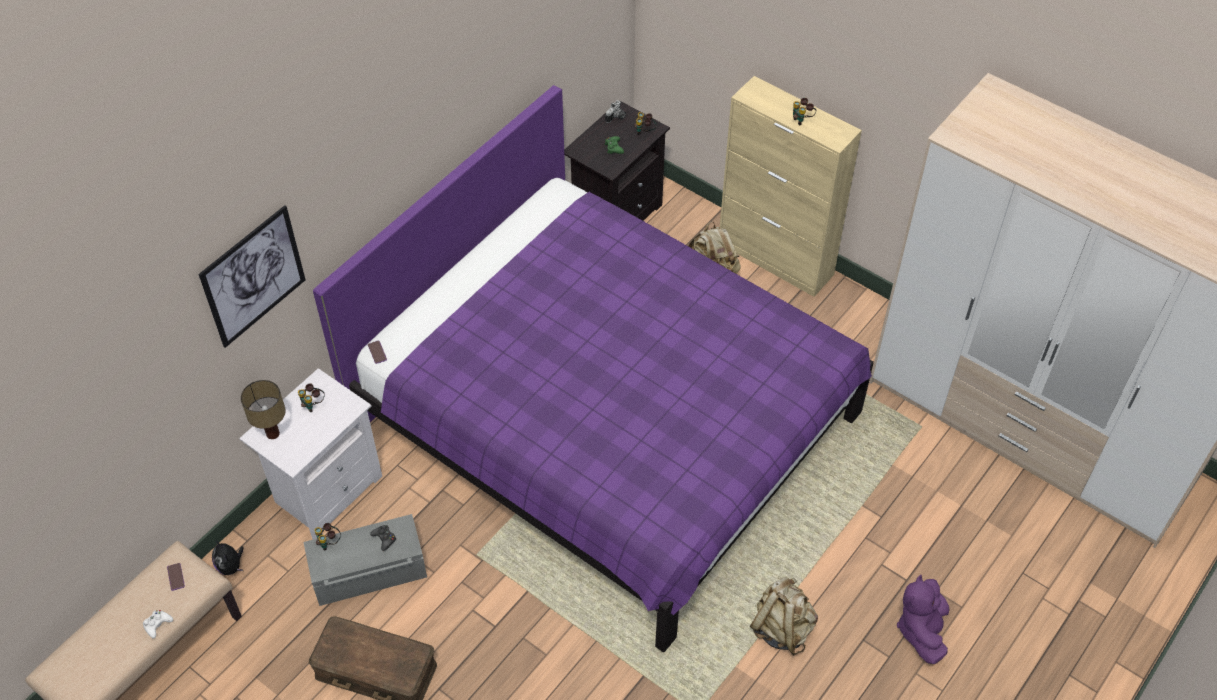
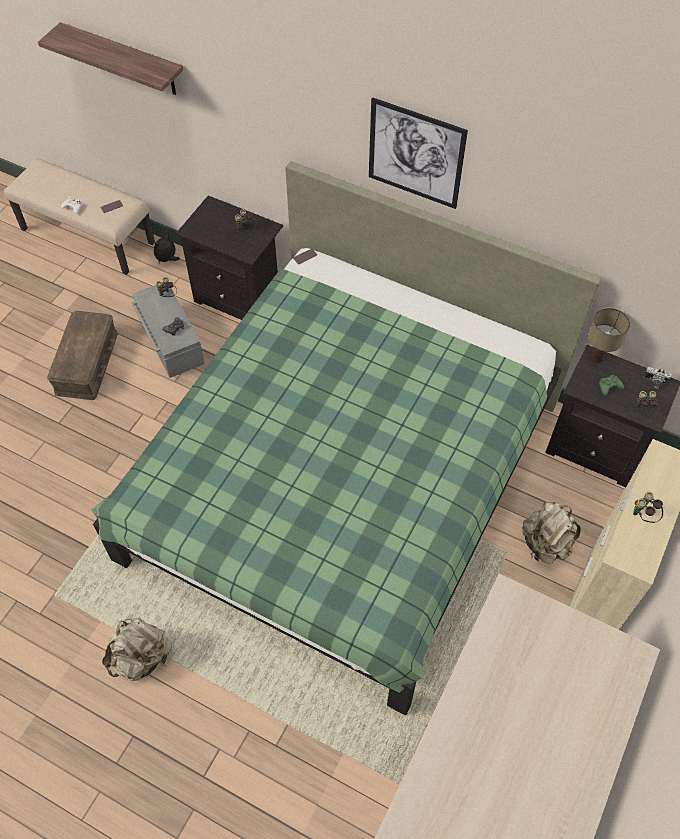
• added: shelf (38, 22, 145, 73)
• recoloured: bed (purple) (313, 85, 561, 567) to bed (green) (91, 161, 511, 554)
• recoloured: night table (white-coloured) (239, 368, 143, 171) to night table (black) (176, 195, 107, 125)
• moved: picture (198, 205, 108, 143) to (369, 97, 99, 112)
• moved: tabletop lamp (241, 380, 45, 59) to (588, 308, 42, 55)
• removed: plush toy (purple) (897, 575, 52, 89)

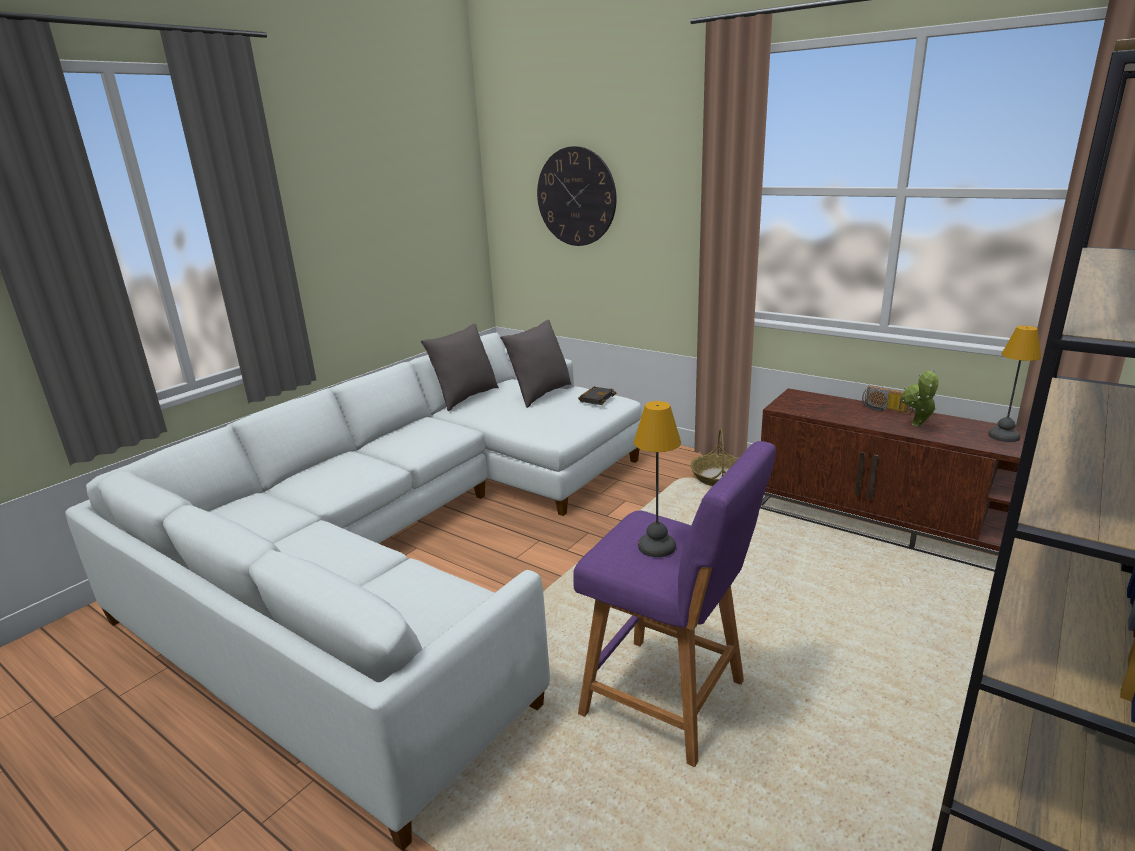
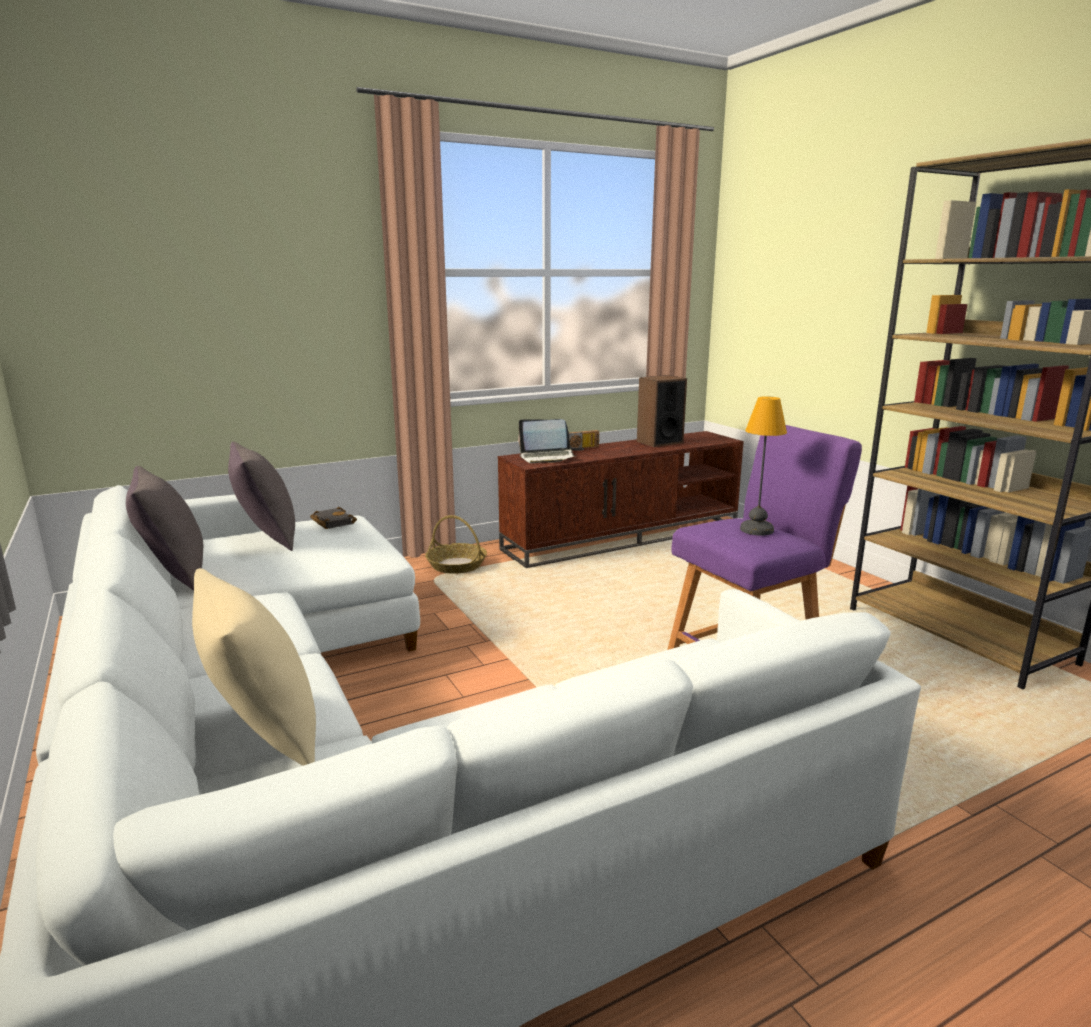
• added: throw pillow (beige-coloured) (192, 568, 124, 198)
• added: portable computer (518, 419, 58, 44)
• replaced: tabletop lamp (988, 326, 53, 116) to speaker (637, 375, 50, 72)
• removed: wall clock (537, 146, 79, 100)
• removed: potted plant (901, 370, 39, 57)

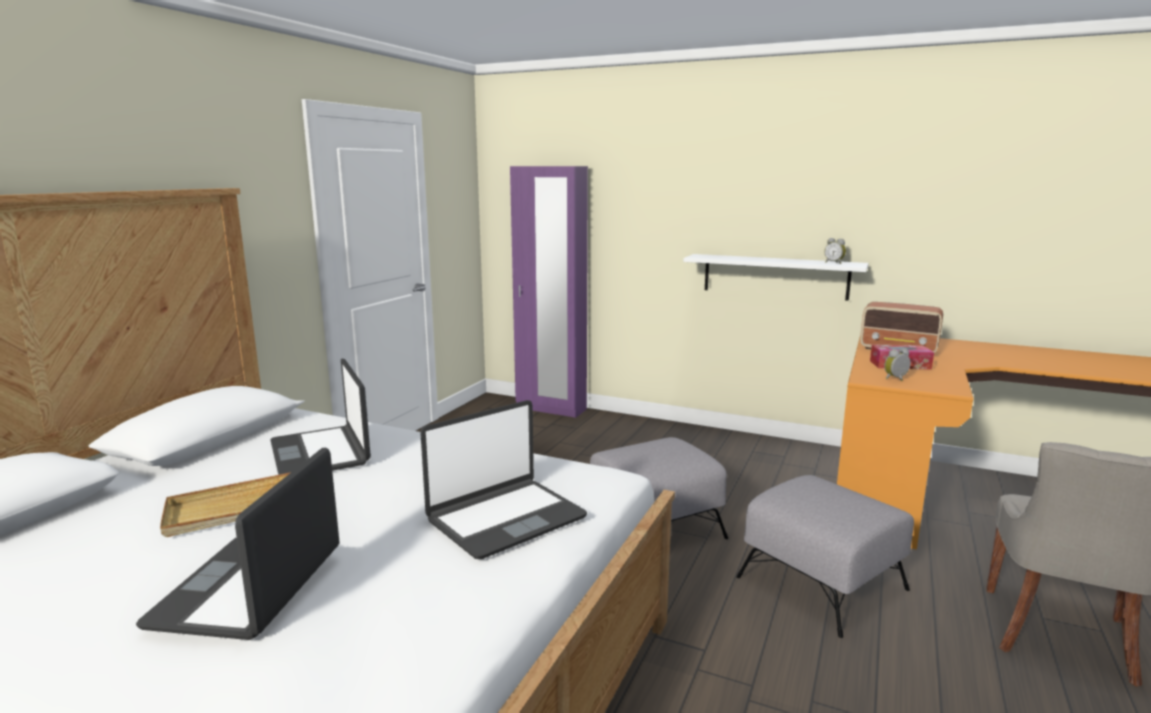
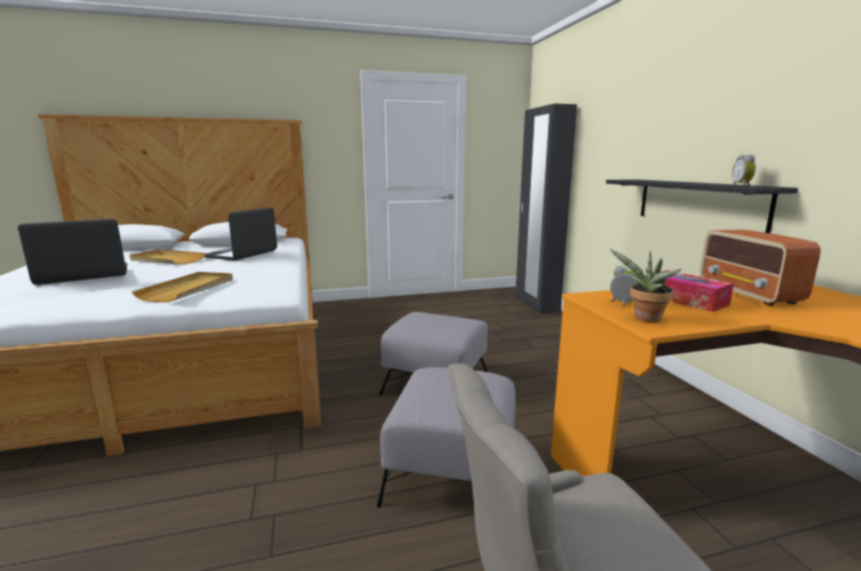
• replaced: portable computer (420, 400, 167, 159) to serving tray (beige-coloured) (132, 272, 101, 30)
• recoloured: wardrobe (purple) (510, 166, 78, 252) to wardrobe (black) (516, 104, 61, 210)
• recoloured: shelf (white-coloured) (683, 254, 186, 47) to shelf (black) (606, 179, 192, 54)
• added: potted plant (610, 249, 72, 73)

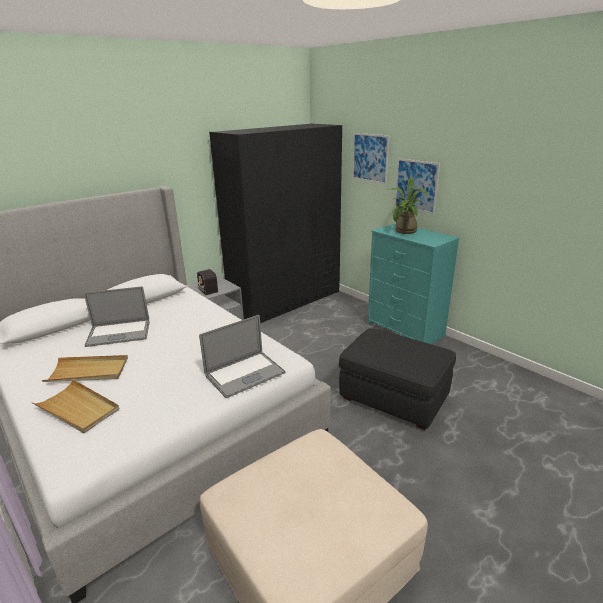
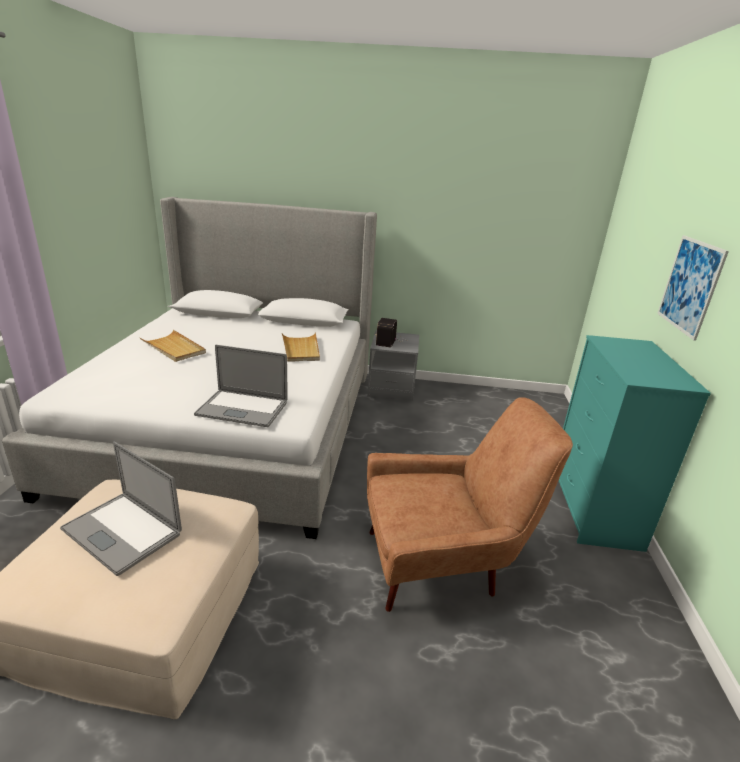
• moved: portable computer (84, 286, 66, 61) to (60, 442, 122, 134)
• moved: serving tray (beige-coloured) (31, 379, 89, 54) to (282, 332, 38, 30)
• replaced: pouffe (black) (339, 328, 117, 102) to easy chair (brown-coloured) (367, 397, 206, 215)
• removed: wardrobe (black) (209, 124, 133, 199)
• removed: picture (352, 133, 38, 51)
• removed: potted plant (388, 178, 41, 56)

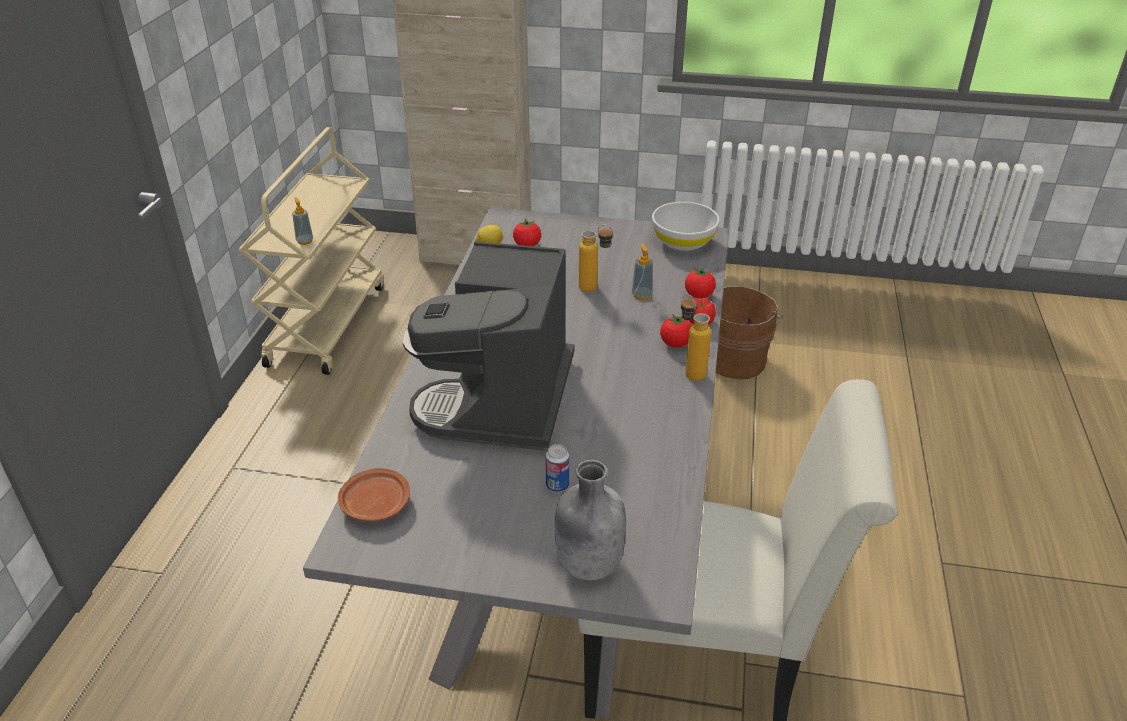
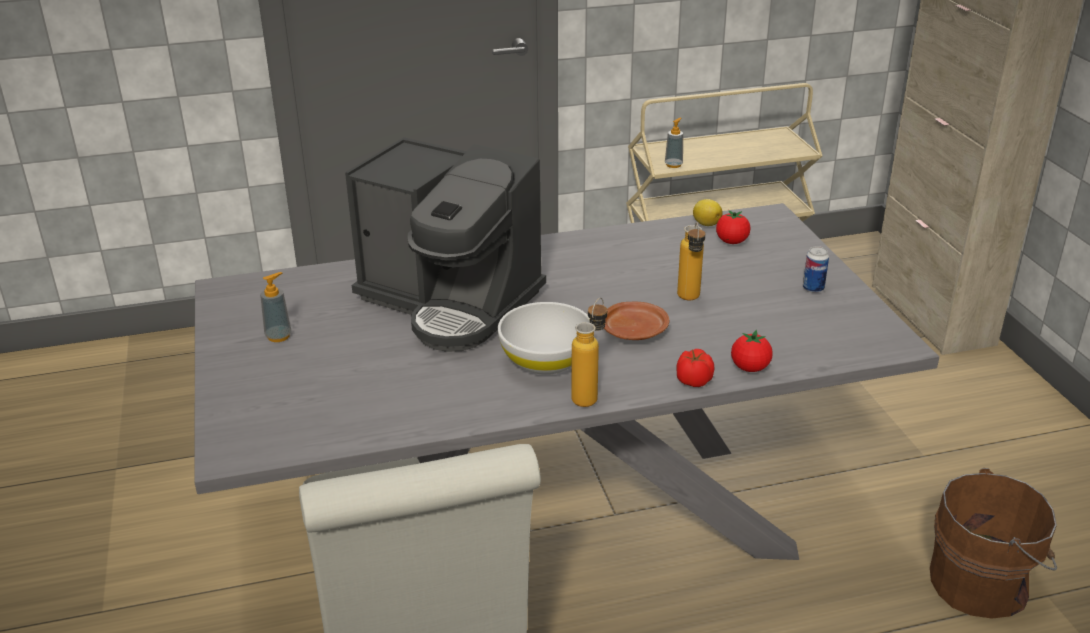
• moved: liquid soap bottle (632, 243, 21, 57) to (260, 272, 32, 70)
• turned: coffee machine (403, 241, 171, 210) = (345, 137, 201, 215) 135 degrees counterclockwise
• moved: bowl (white-coloured) (652, 202, 68, 49) to (498, 302, 92, 73)
• moved: flat dish (brown-coloured) (338, 468, 72, 53) to (604, 301, 65, 39)
• moved: metal can (545, 444, 24, 48) to (803, 246, 26, 47)
• removed: drink bottle (greyish) (555, 460, 71, 120)
• removed: whole tomato (660, 314, 32, 34)

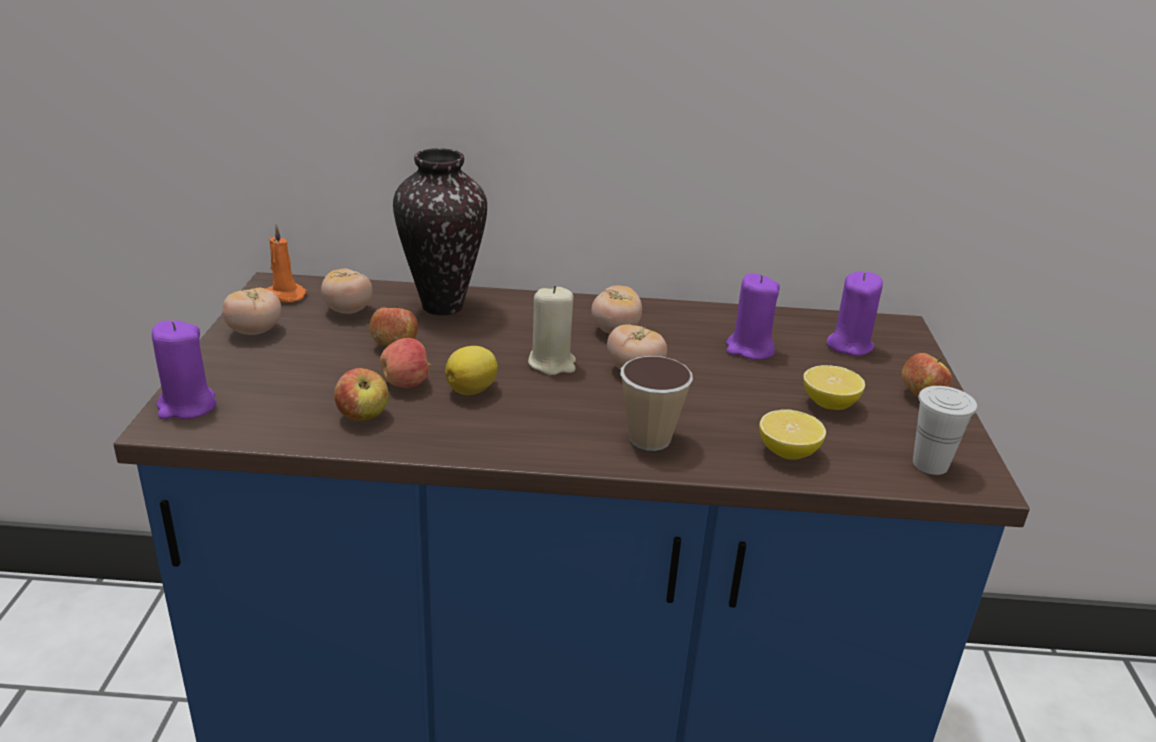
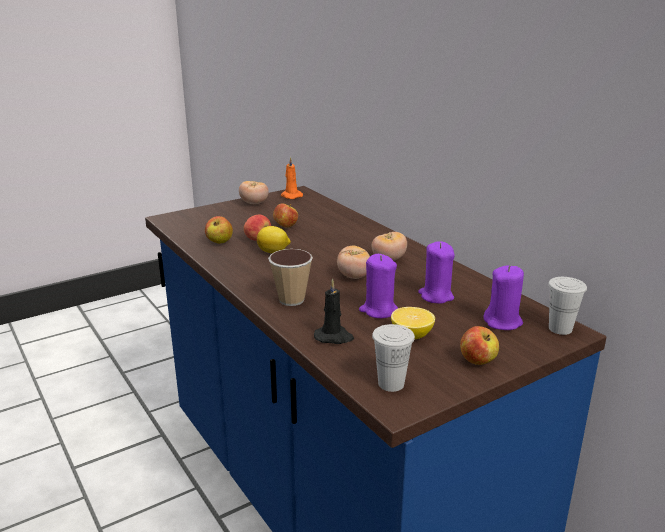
• replaced: citrus fruit (759, 409, 67, 51) to candle (black) (314, 279, 40, 65)
• moved: candle (purple) (152, 320, 65, 99) to (359, 254, 39, 64)
• added: cup (white-coloured) (548, 277, 39, 58)
• removed: whole tomato (321, 268, 52, 46)
• removed: vase (393, 148, 94, 167)
• removed: candle (beige-coloured) (528, 285, 48, 90)

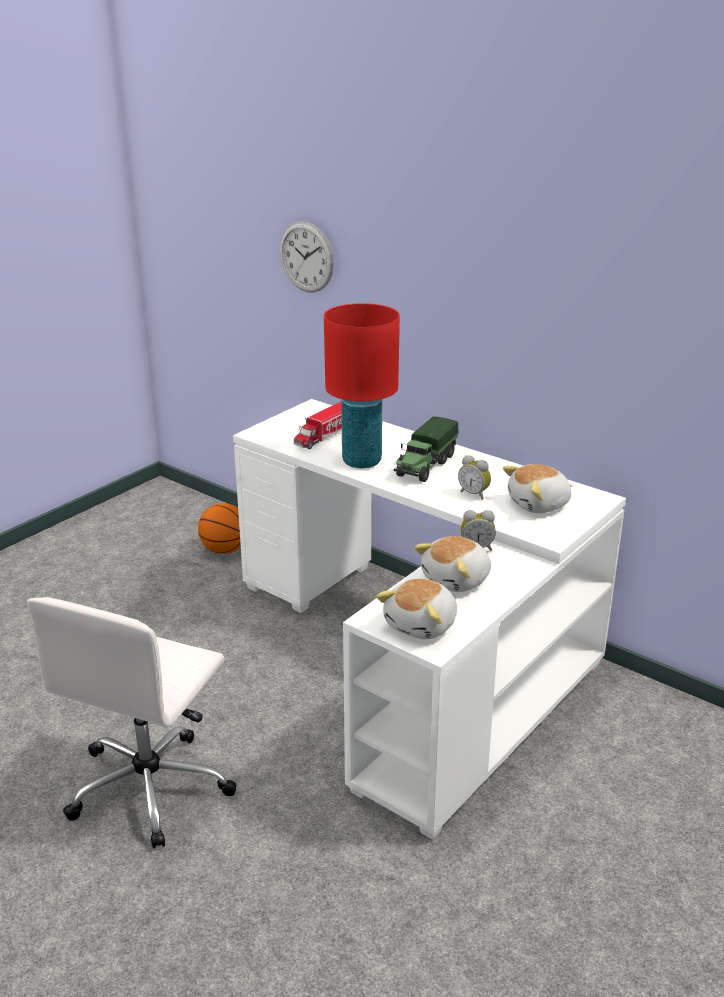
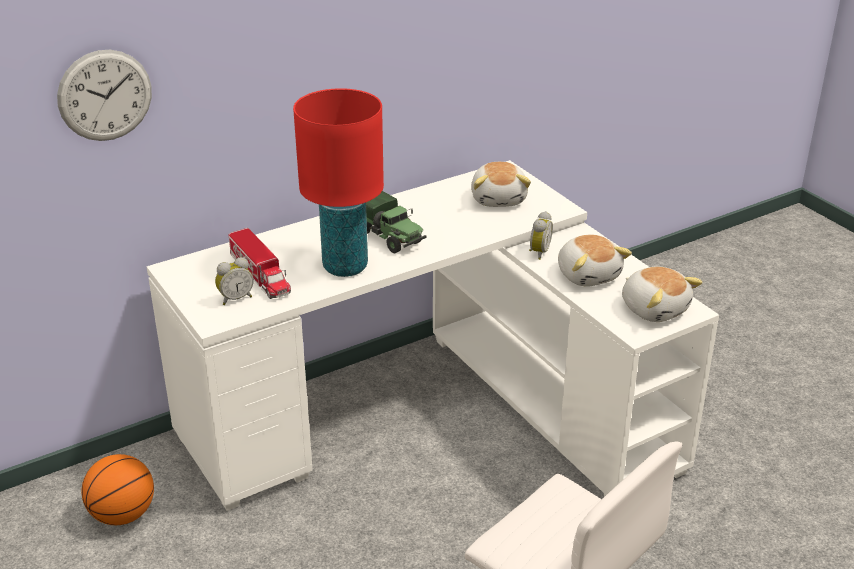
• moved: table clock (458, 455, 33, 45) to (215, 257, 38, 48)

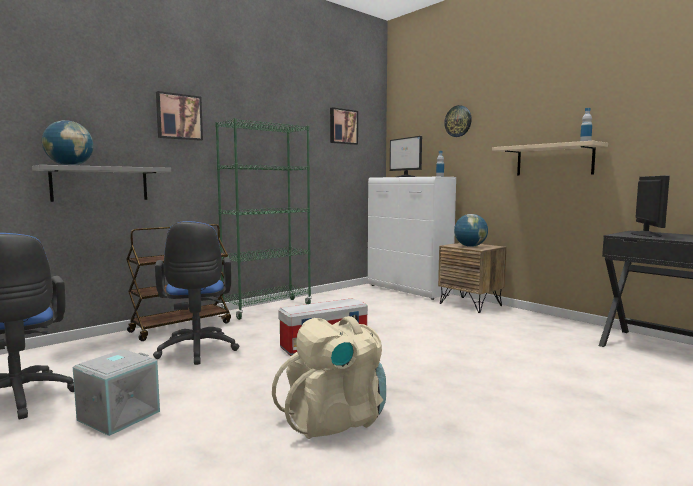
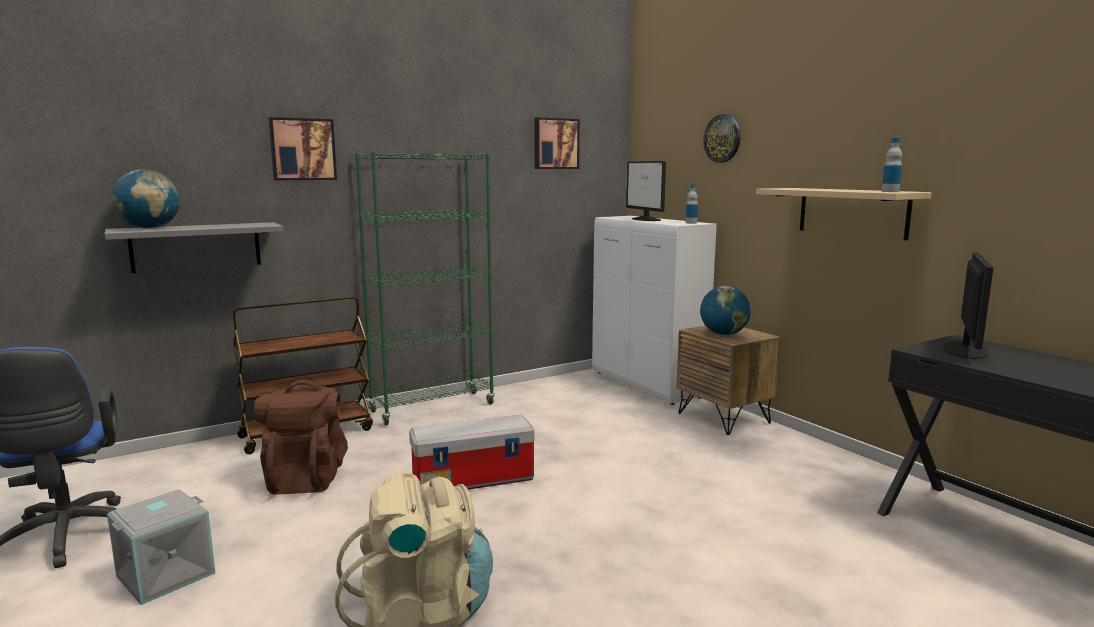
• replaced: desk chair (bluish) (153, 221, 86, 144) to knapsack (brown-coloured) (254, 380, 94, 115)

